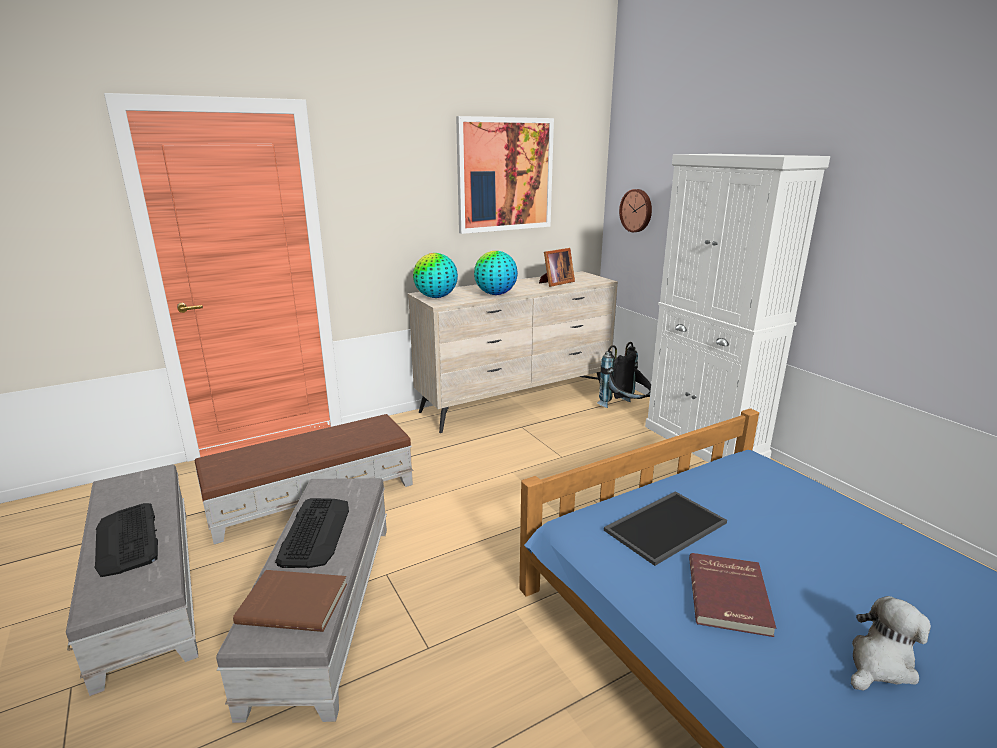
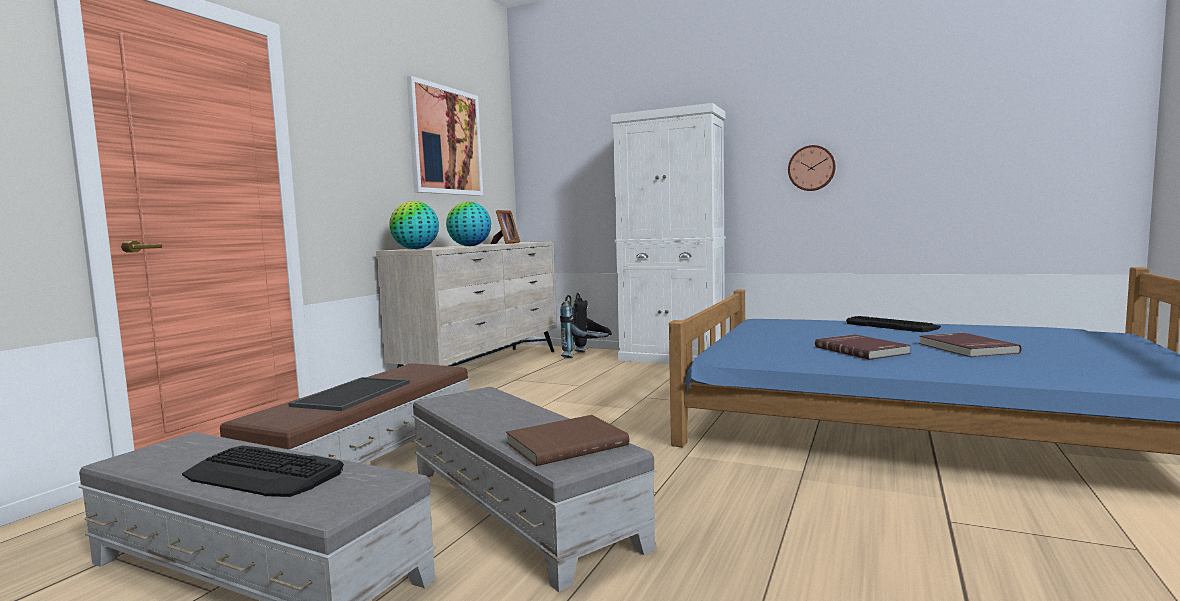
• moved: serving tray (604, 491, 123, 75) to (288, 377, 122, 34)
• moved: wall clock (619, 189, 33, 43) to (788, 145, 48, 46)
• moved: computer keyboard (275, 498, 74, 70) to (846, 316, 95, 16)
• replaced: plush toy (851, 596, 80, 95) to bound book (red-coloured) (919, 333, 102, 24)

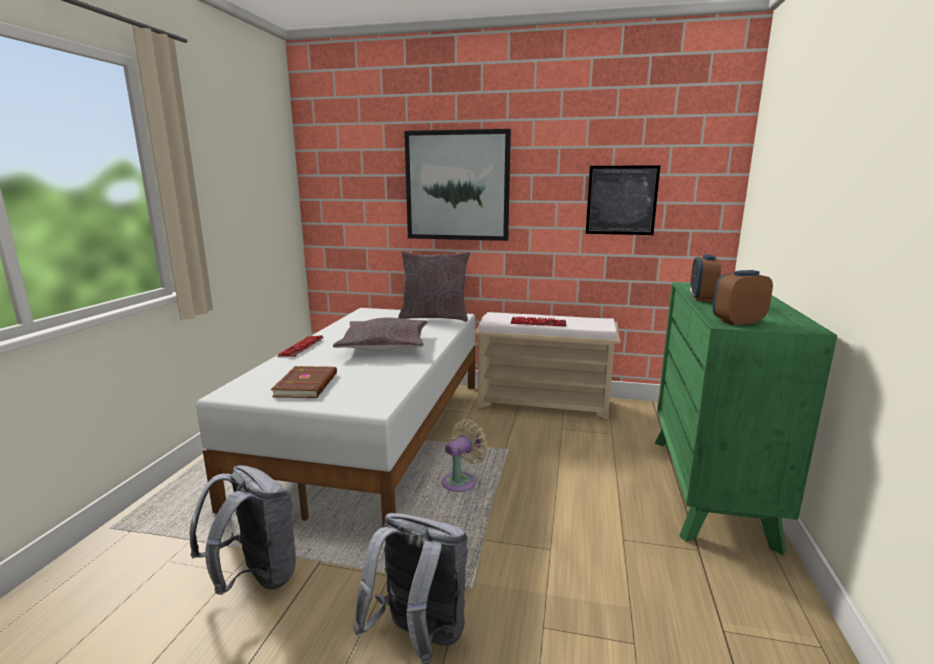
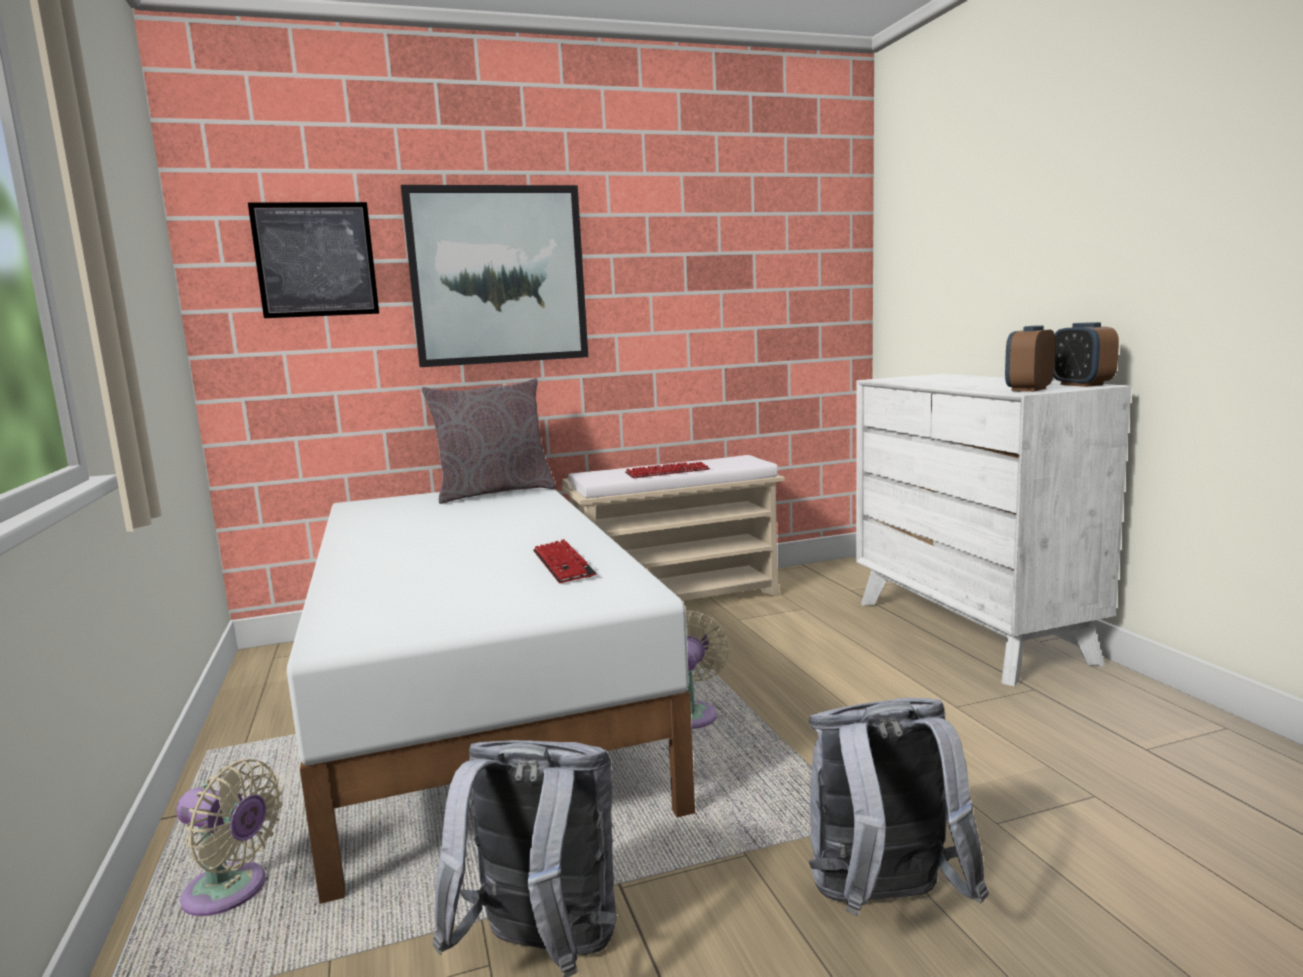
• added: electric fan (beige-coloured) (176, 759, 107, 157)
• moved: picture (586, 165, 74, 70) to (248, 202, 131, 116)
• moved: computer keyboard (277, 335, 47, 22) to (533, 539, 63, 44)
• recoloured: dresser (green) (655, 282, 182, 273) to dresser (white-coloured) (856, 374, 275, 312)
• moved: table clock (690, 254, 31, 48) to (1053, 322, 66, 65)
• removed: bound book (brown-coloured) (271, 366, 66, 32)
• removed: throw pillow (greyish) (333, 317, 94, 34)

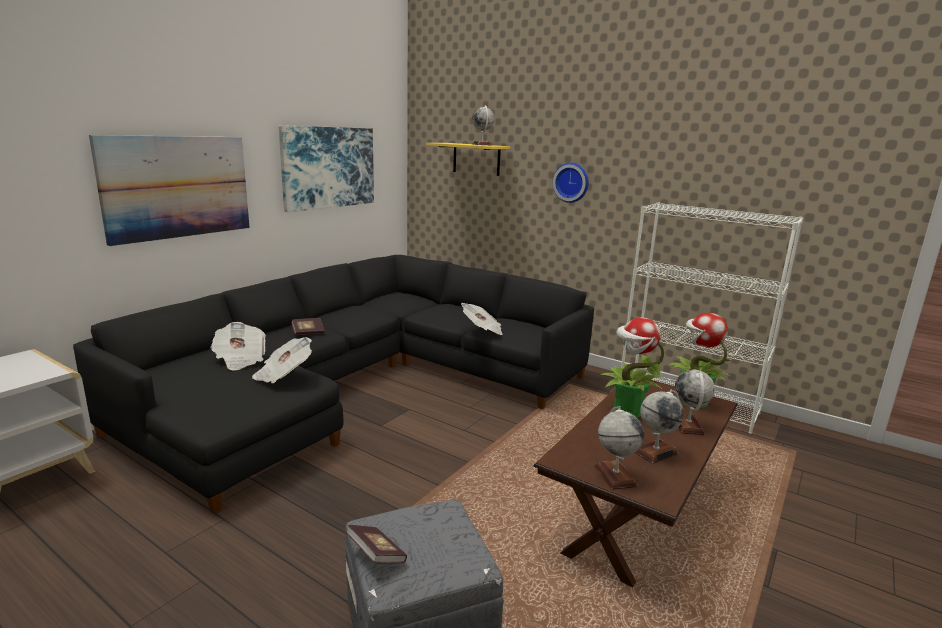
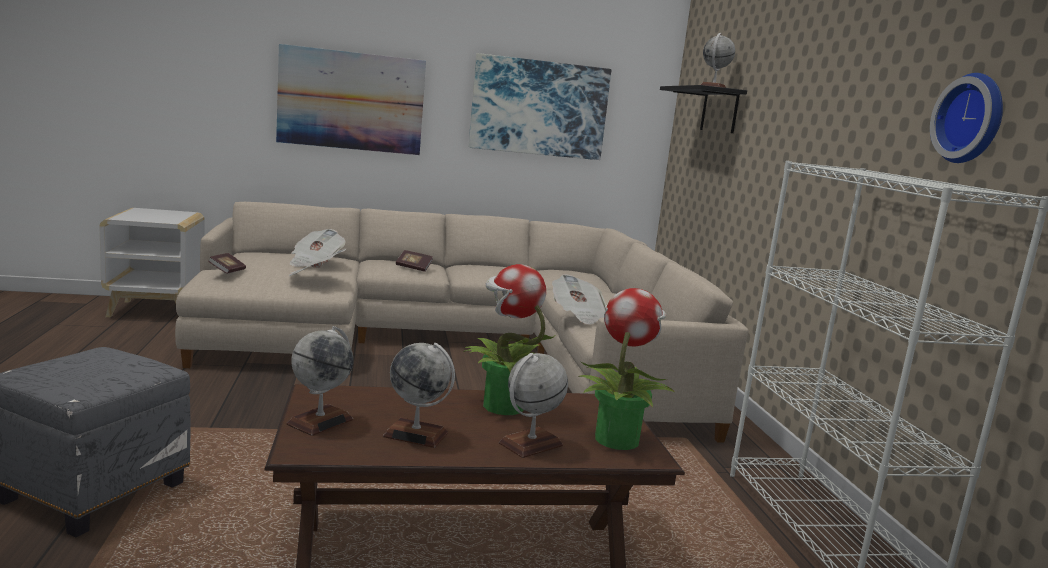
• recoloured: sofa (black) (73, 255, 521, 259) to sofa (beige-coloured) (175, 202, 574, 241)
• moved: bound book (346, 525, 61, 39) to (209, 253, 37, 21)
• recoloured: shelf (yellow) (426, 143, 84, 33) to shelf (black) (660, 85, 87, 48)
• moved: wall clock (553, 163, 36, 40) to (930, 73, 73, 90)

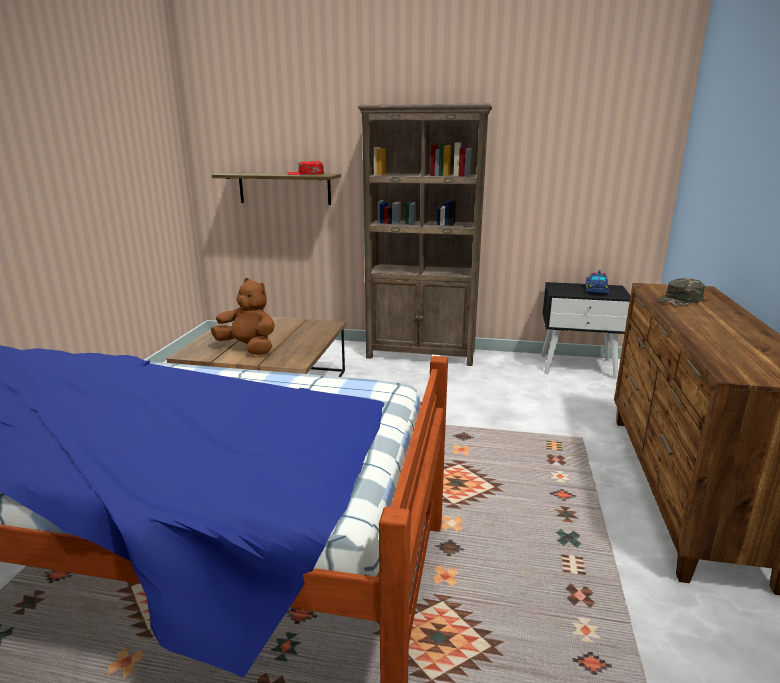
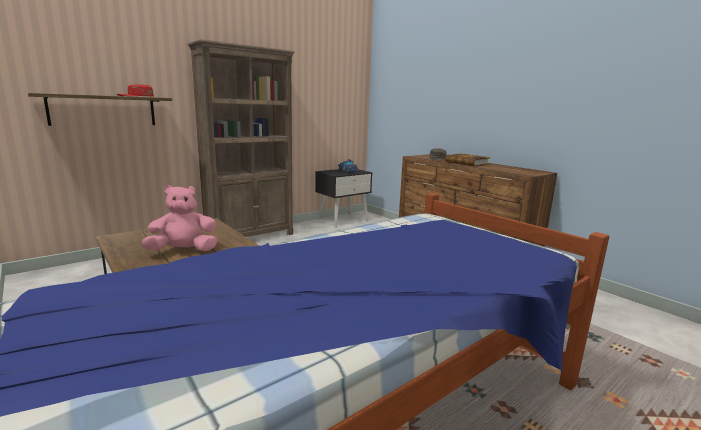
• recoloured: plush toy (brown-coloured) (211, 278, 64, 77) to plush toy (pinkish) (142, 185, 75, 66)
• added: bound book (445, 154, 45, 12)

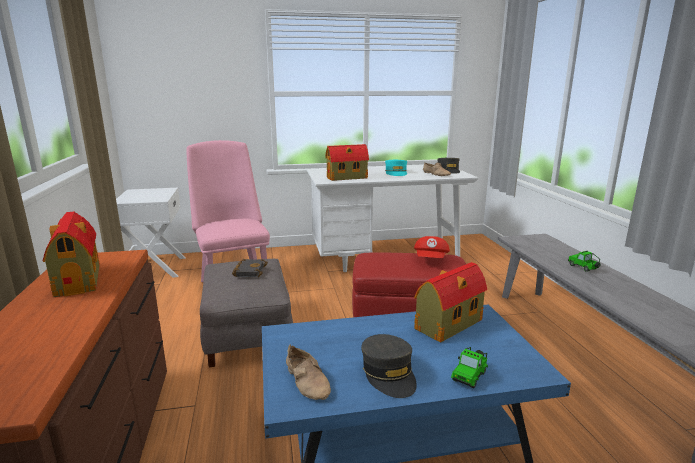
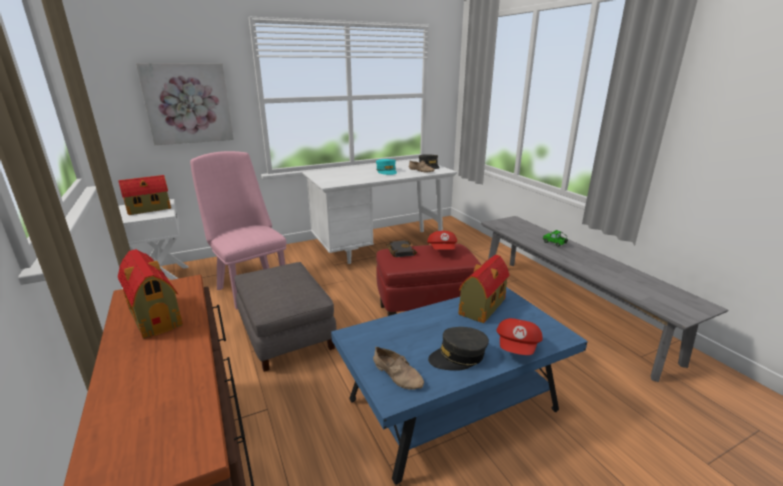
• moved: model house (325, 144, 44, 37) to (118, 175, 53, 40)
• added: picture (136, 63, 98, 82)
• moved: bound book (black) (232, 259, 36, 18) to (387, 240, 30, 17)
• turned: peaked cap (greyish) (361, 334, 56, 64) = (428, 327, 61, 44) 105 degrees clockwise
• replaced: model car (451, 347, 37, 41) to peaked cap (red-coloured) (496, 318, 47, 37)

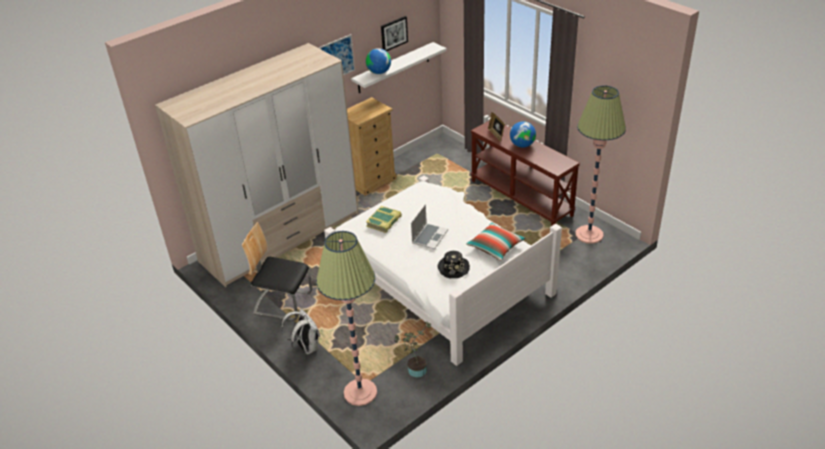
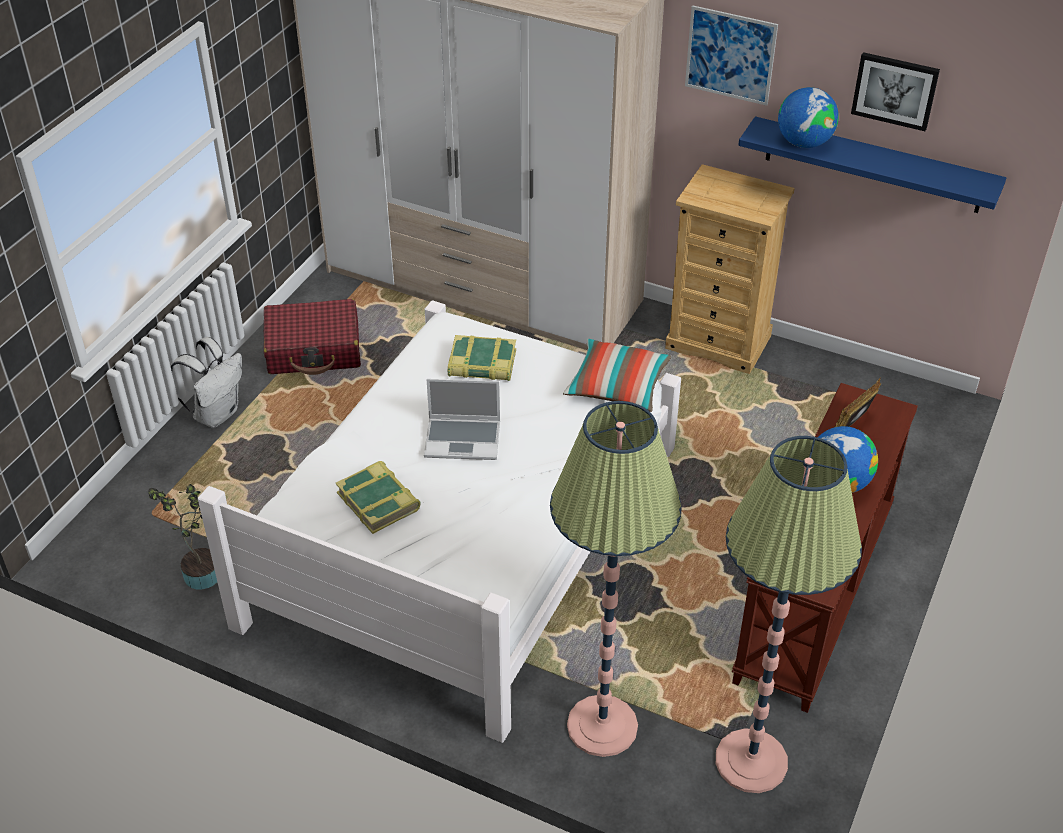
• replaced: plain chair (242, 222, 70, 99) to piece of luggage (red-coloured) (264, 299, 97, 76)
• replaced: clothing hat (black) (437, 251, 33, 27) to bound book (336, 461, 85, 73)
• moved: floor lamp (316, 231, 61, 175) to (550, 401, 132, 356)
• moved: throw pillow (466, 223, 60, 38) to (563, 339, 108, 73)
• recoloured: shelf (white-coloured) (351, 42, 96, 51) to shelf (bluish) (738, 116, 268, 97)

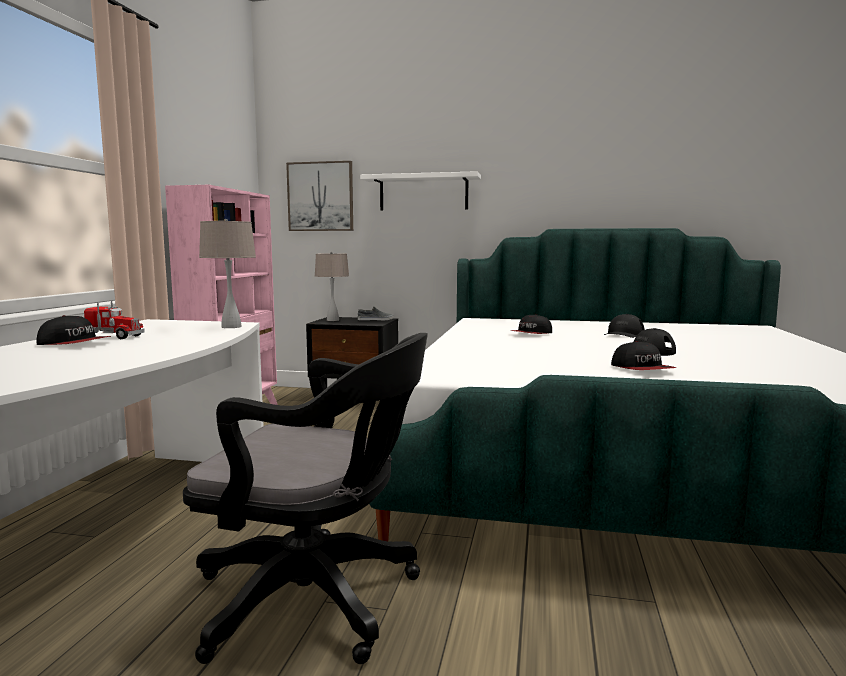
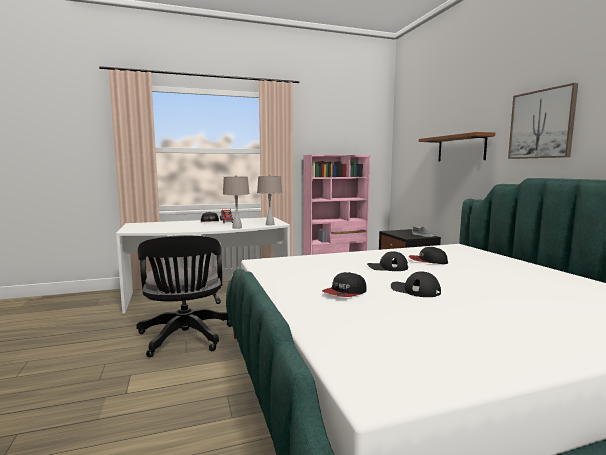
• moved: tabletop lamp (beige-coloured) (315, 252, 34, 69) to (223, 175, 27, 54)
• moved: peaked cap (black) (604, 314, 40, 24) to (367, 252, 41, 19)
• recoloured: shelf (white-coloured) (360, 171, 121, 39) to shelf (brown-coloured) (419, 132, 76, 29)
• moved: picture (286, 161, 67, 70) to (508, 83, 70, 76)

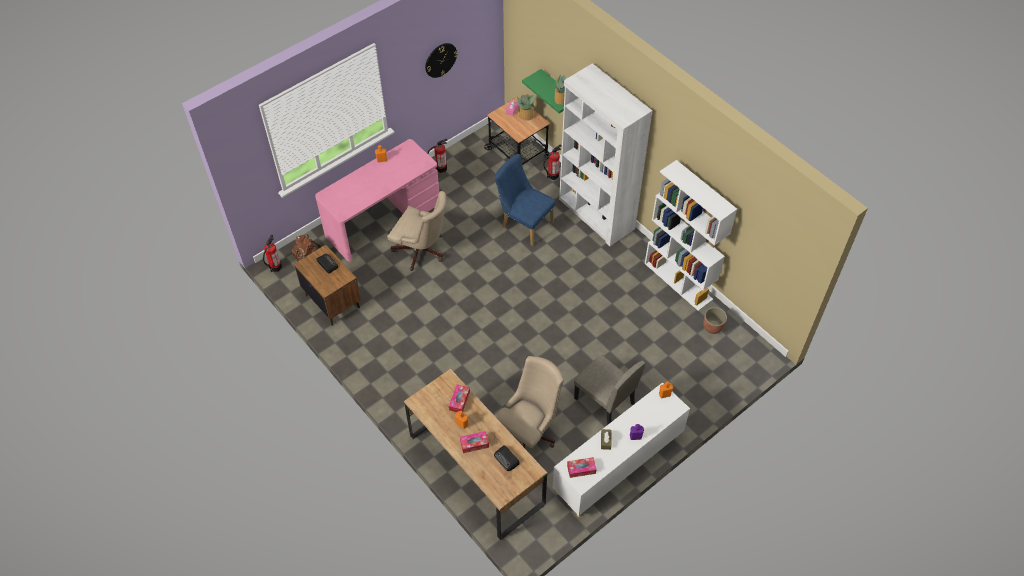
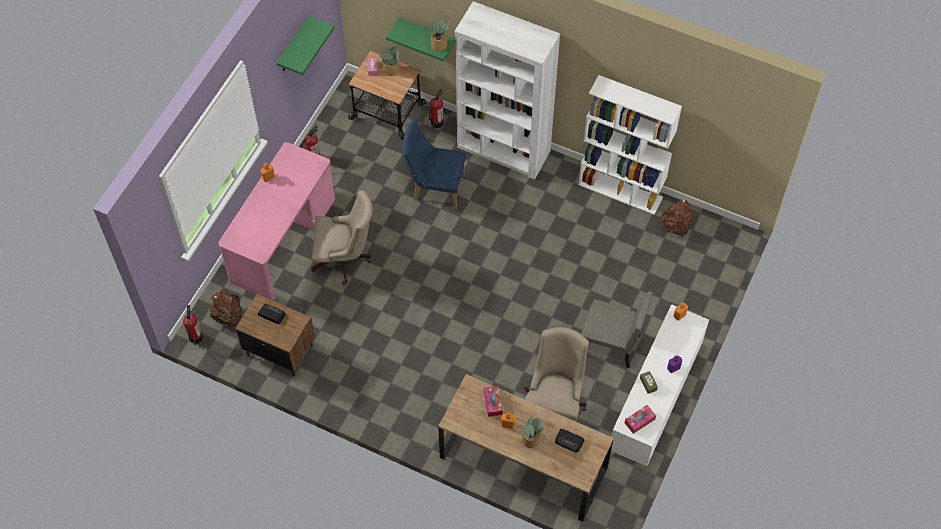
• replaced: wall clock (425, 43, 33, 35) to shelf (green) (277, 16, 58, 59)
• replaced: tissue holder (460, 431, 29, 22) to potted plant (521, 416, 22, 32)
• replaced: planter (703, 307, 24, 27) to knapsack (brown-coloured) (660, 200, 35, 37)

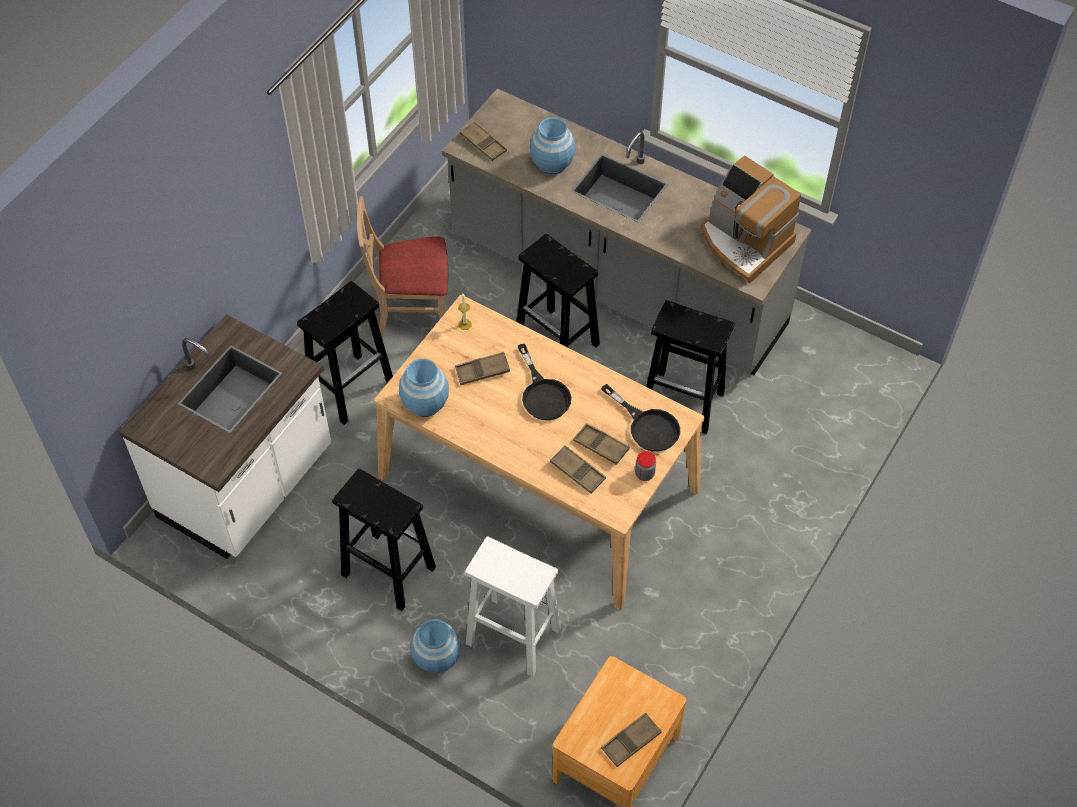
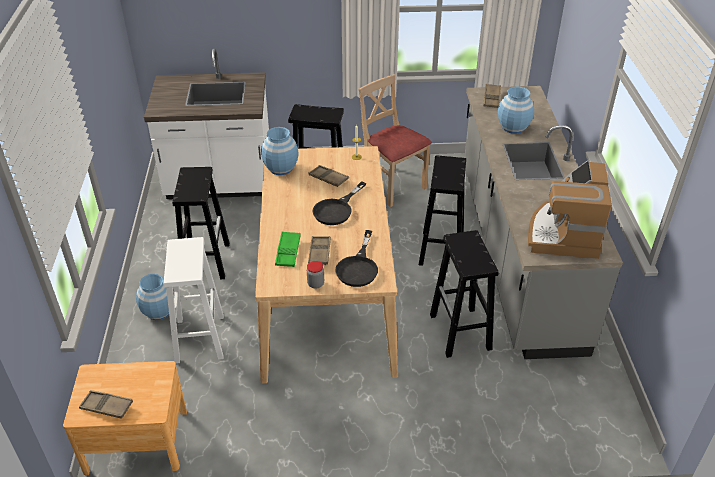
• recoloured: serving tray (brown-coloured) (550, 445, 56, 49) to serving tray (green) (275, 231, 26, 36)

